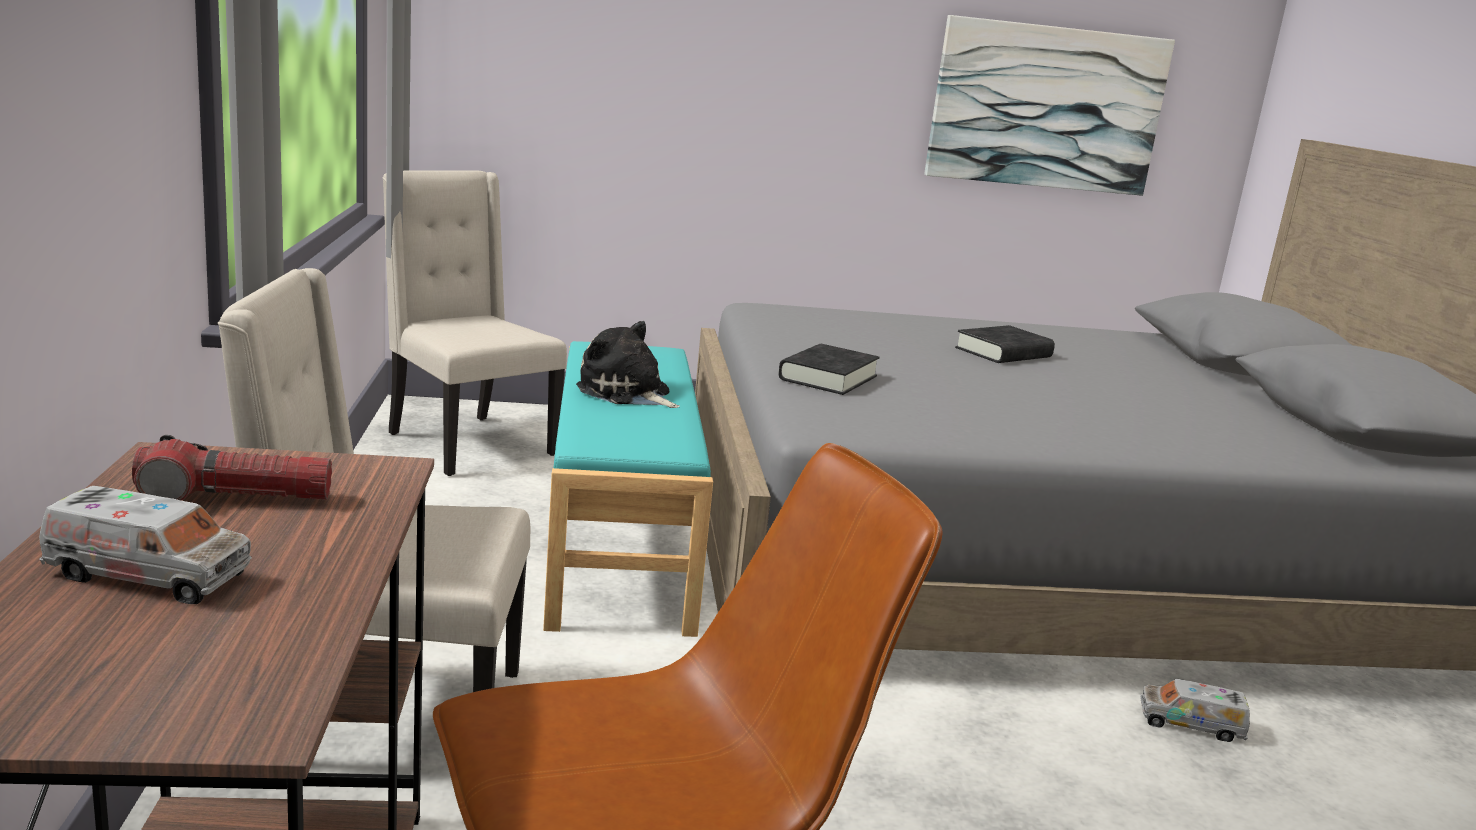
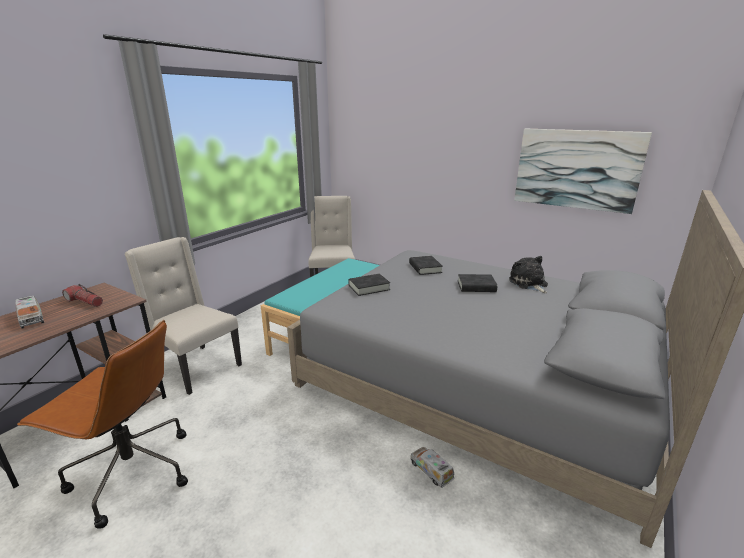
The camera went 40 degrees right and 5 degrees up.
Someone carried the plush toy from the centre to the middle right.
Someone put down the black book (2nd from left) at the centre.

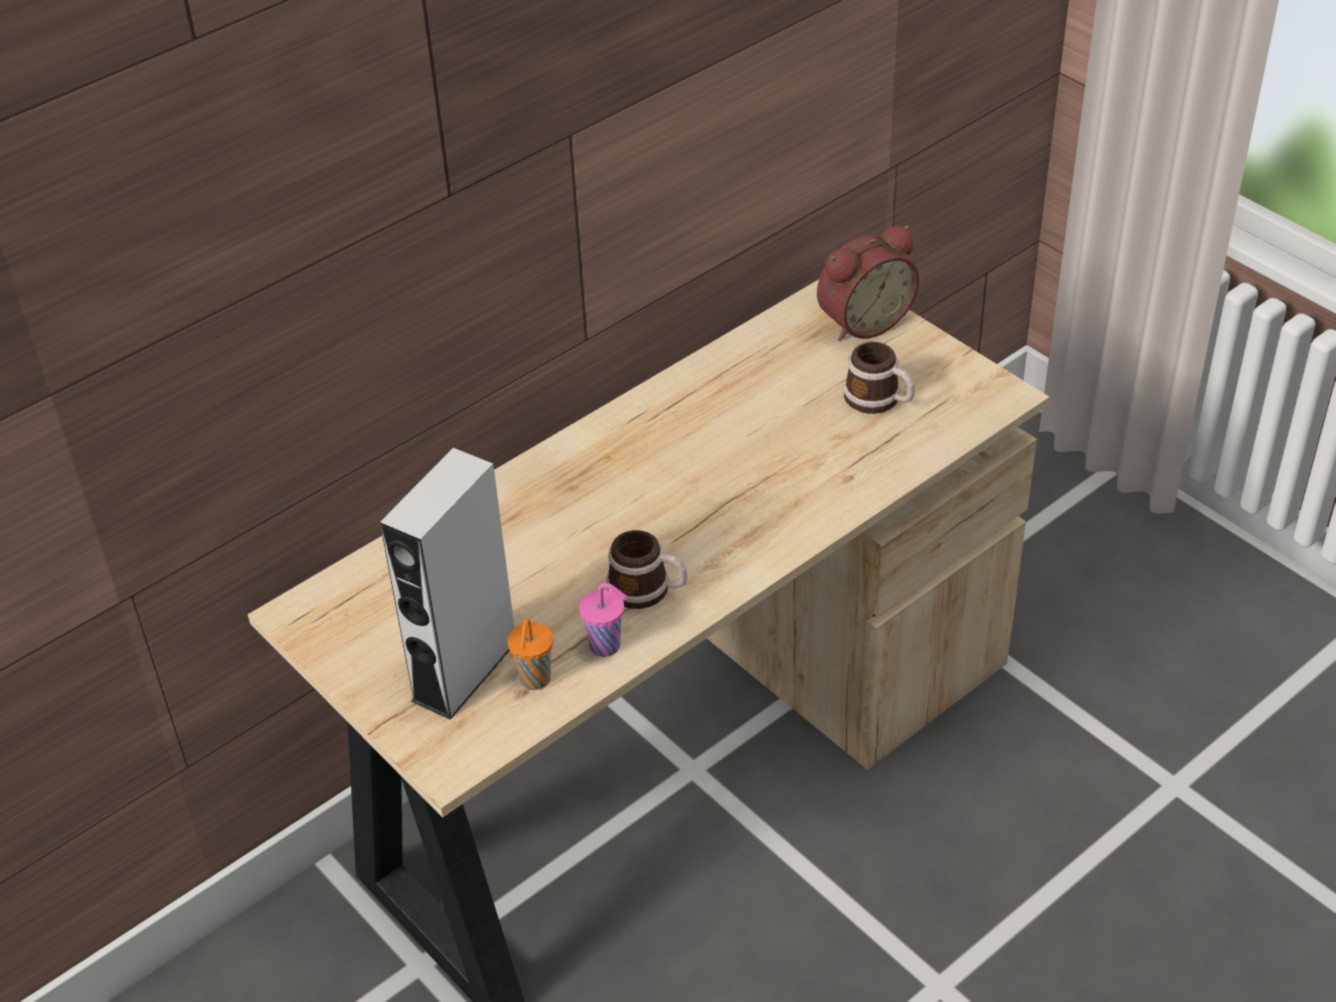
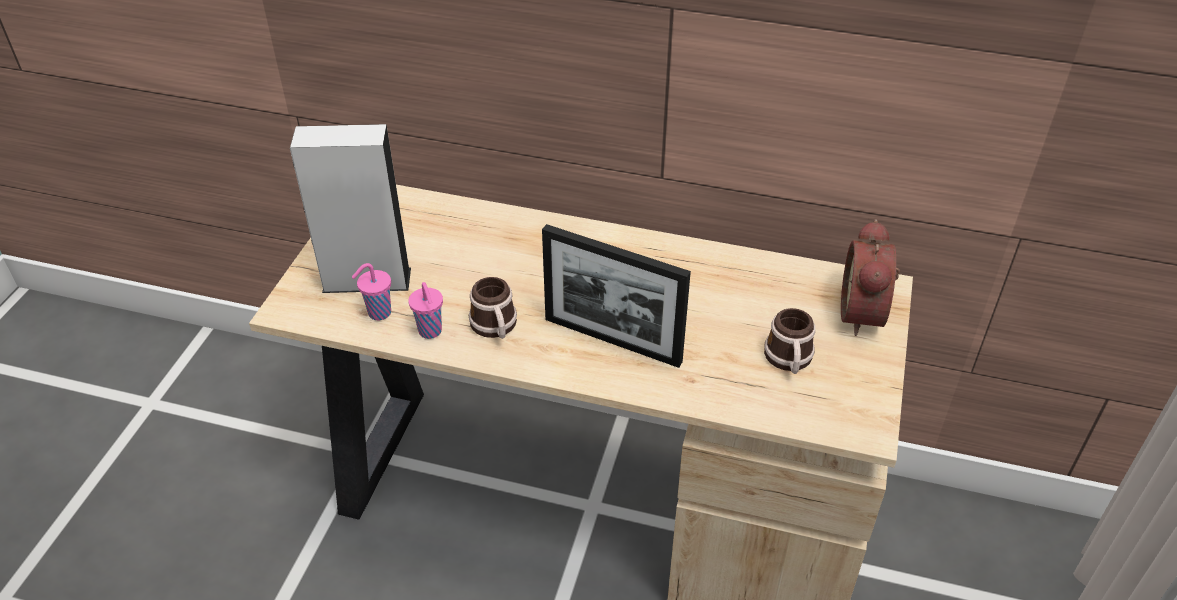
The camera went 55 degrees right and 0 degrees up.
Someone repainted the orange cup at the centre, which became the pink cup (1st from left) at the middle left.
Someone rotated the alarm clock at the top centre by 75 degrees clockwise.
Someone put down the picture frame at the centre.

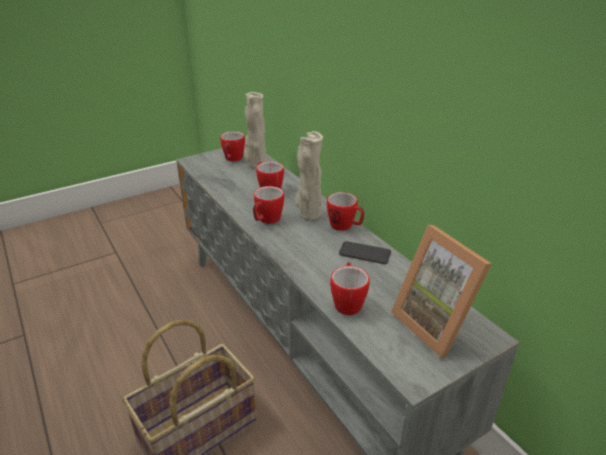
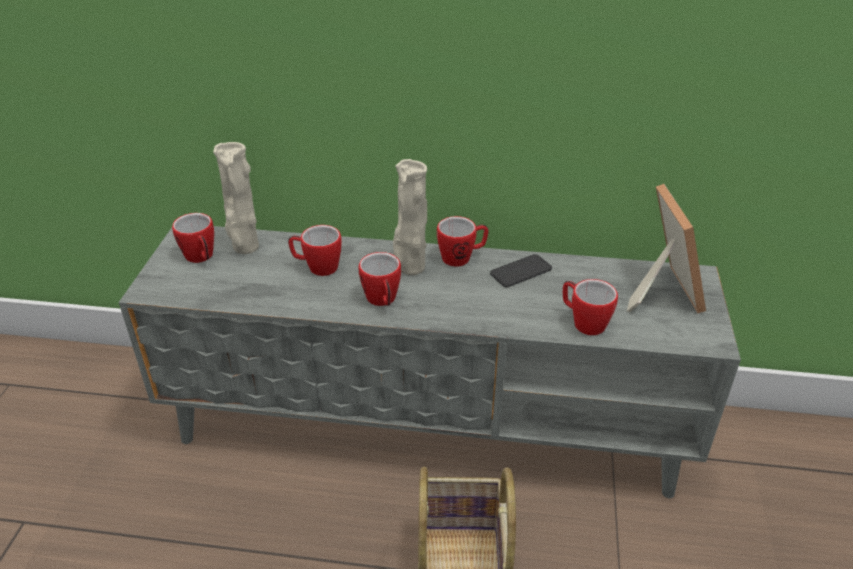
The camera went 50 degrees left and 5 degrees up.
Someone rotated the picture frame at the middle right by 105 degrees counterclockwise.

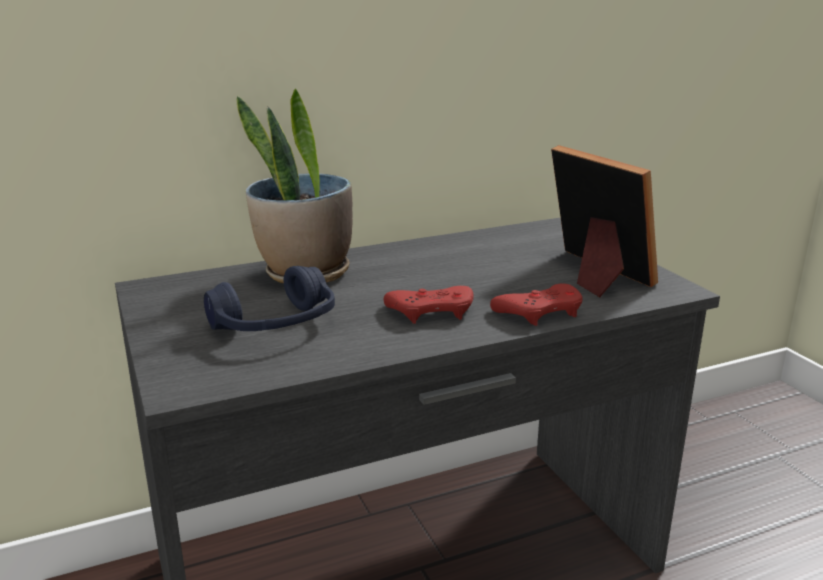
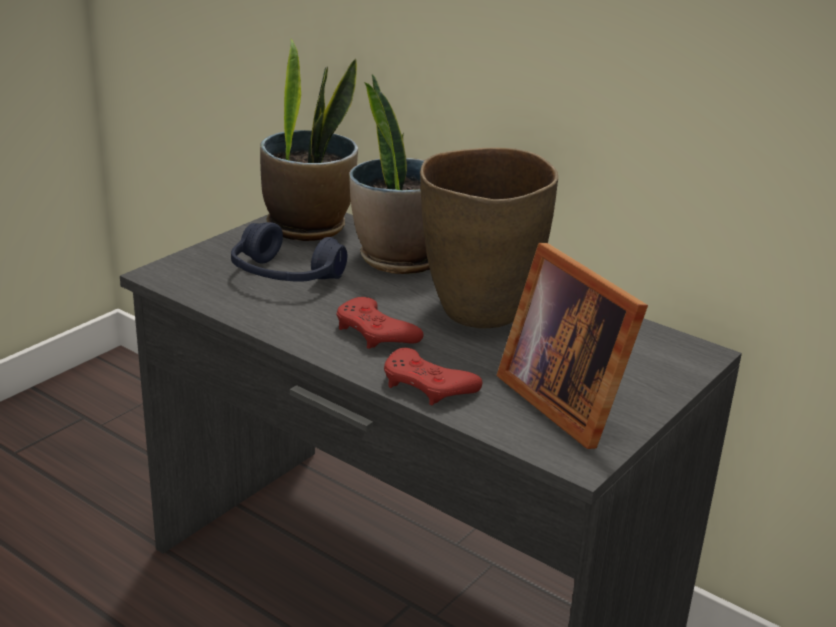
The camera went 60 degrees right and 5 degrees up.
Someone rotated the picture frame at the middle right by 120 degrees clockwise.
Someone put down the potted plant (1st from left) at the top centre.
Someone put down the brown vase at the centre.

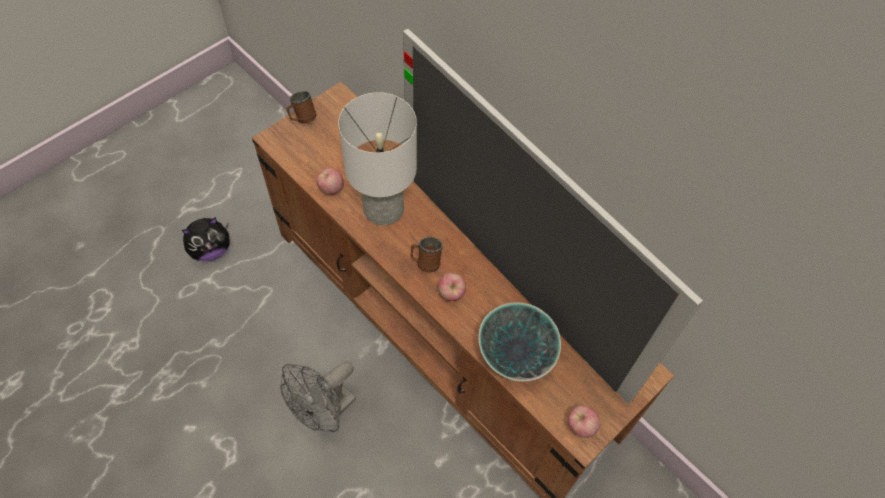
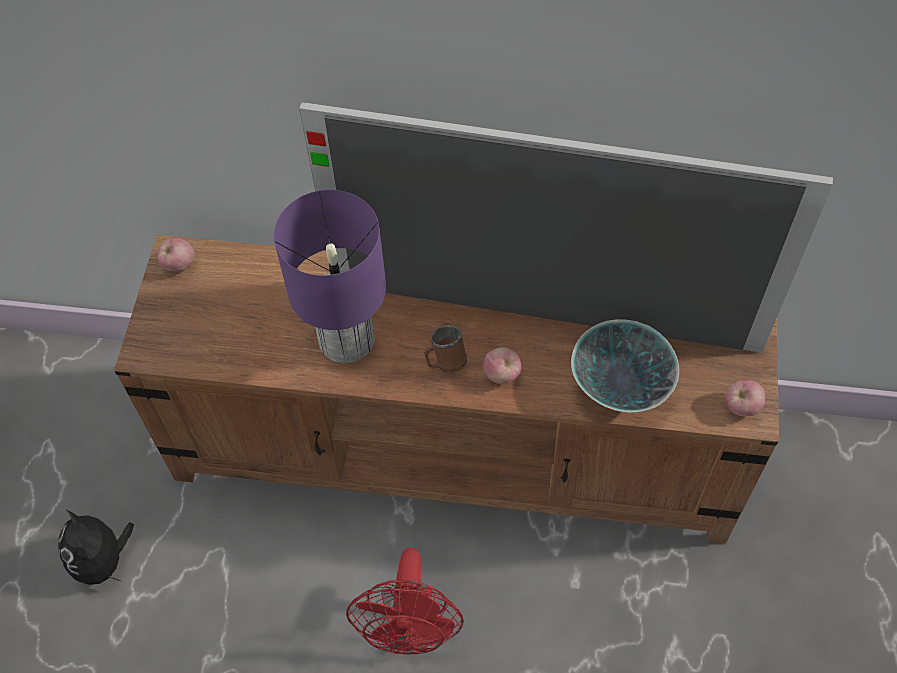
The camera went 35 degrees left and 0 degrees up.
Someone rotated the plush toy at the middle left by 135 degrees clockwise.
Someone repainted the grey fan at the bottom centre, which became the red fan at the bottom centre.
Someone took away the brown mug (1st from left) at the top centre.
Someone carried the apple (1st from left) from the centre to the middle left.
Someone repainted the white table lamp at the top centre, which became the purple table lamp at the centre.

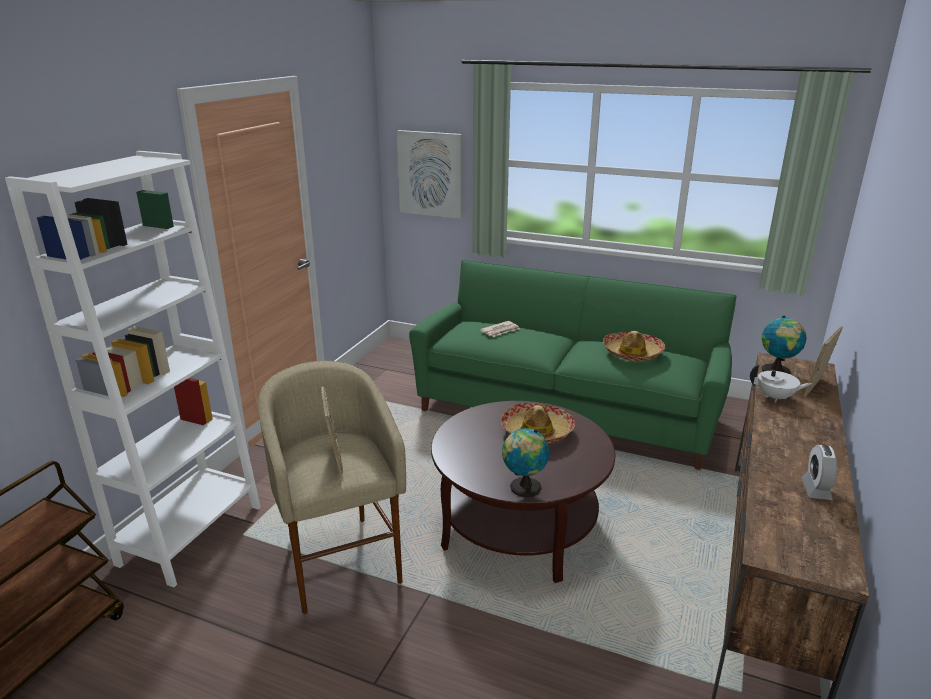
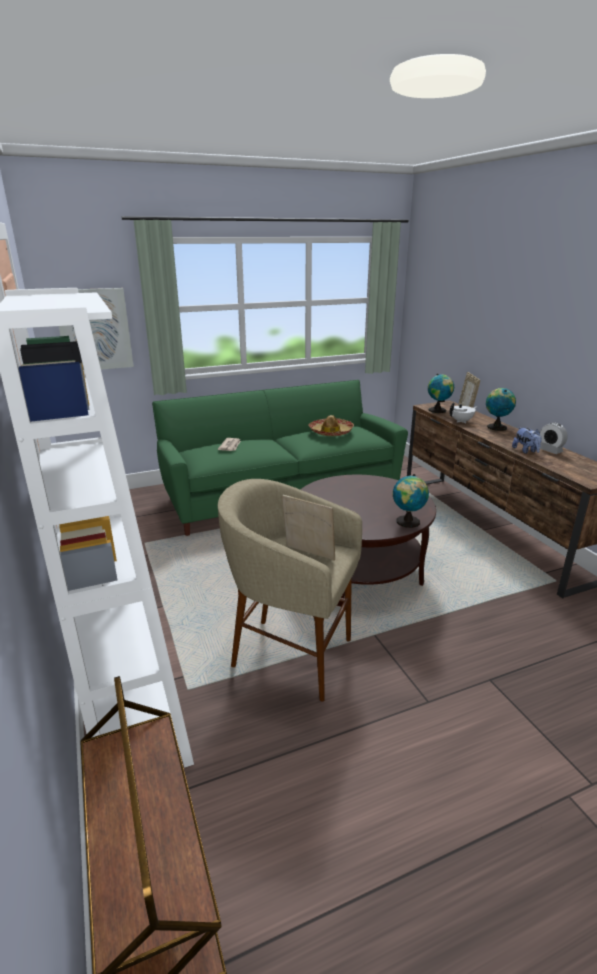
The camera went 45 degrees left and 0 degrees up.
Someone took away the hat (1st from left) at the centre.
Someone put down the globe (3rd from left) at the middle right.
Someone put down the plush toy at the middle right.

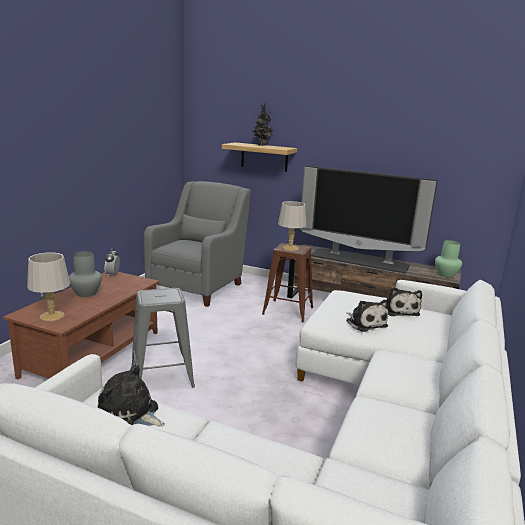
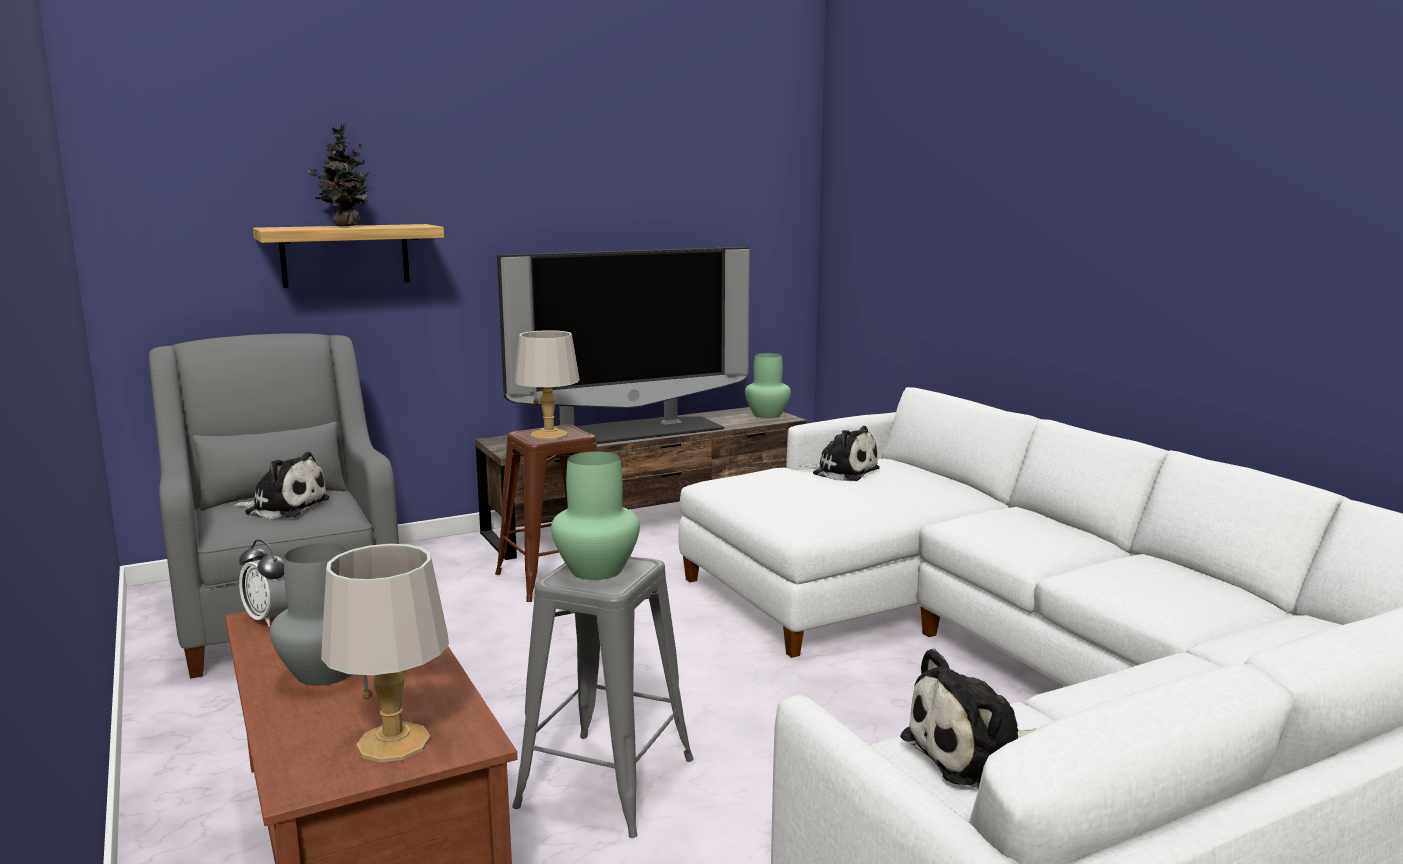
The camera went 50 degrees left and 5 degrees down.
Someone carried the plush toy (2nd from left in the first image) from the middle right to the middle left.
Someone put down the green vase (1st from left) at the centre.

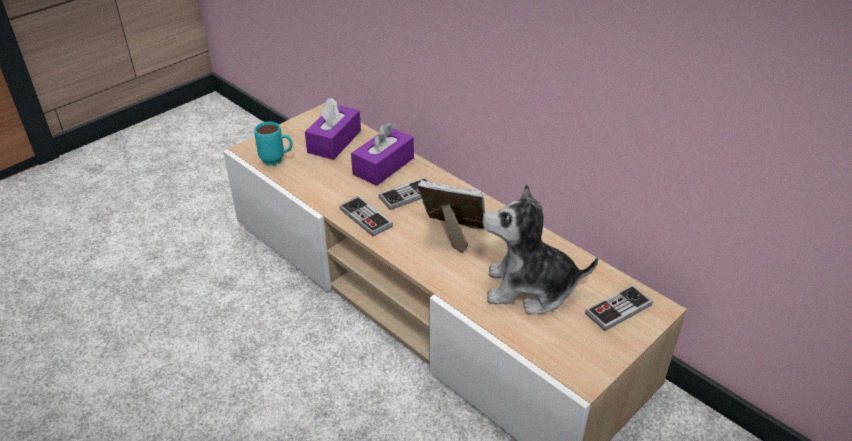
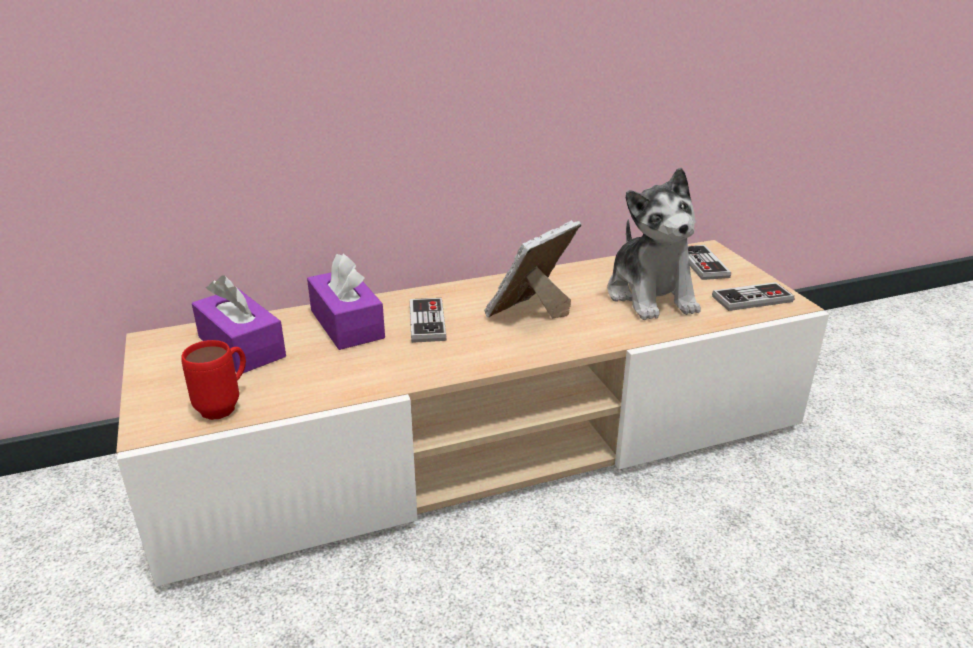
The camera went 65 degrees left and 10 degrees down.
Someone repainted the turquoise mug at the top left, which became the red mug at the middle left.
Someone carried the game controller (1st from left in the first image) from the centre to the middle right.
Someone rotated the plush toy at the centre by 45 degrees counterclockwise.

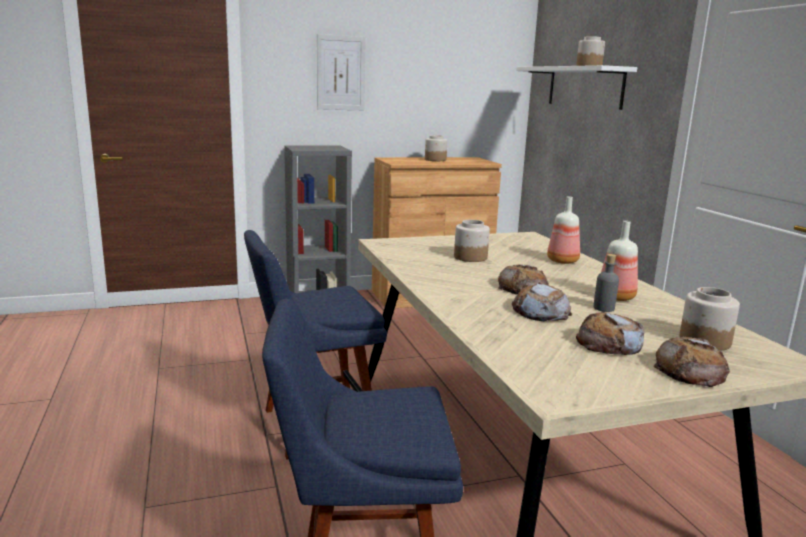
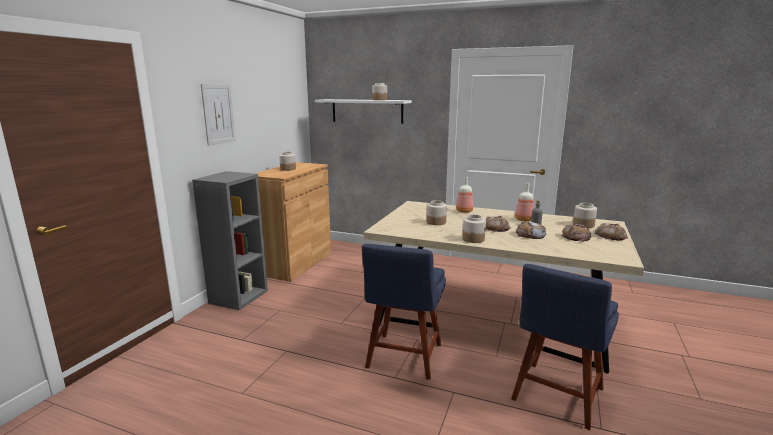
The camera went 50 degrees left and 0 degrees up.
Someone put down the jar (4th from left) at the centre.

